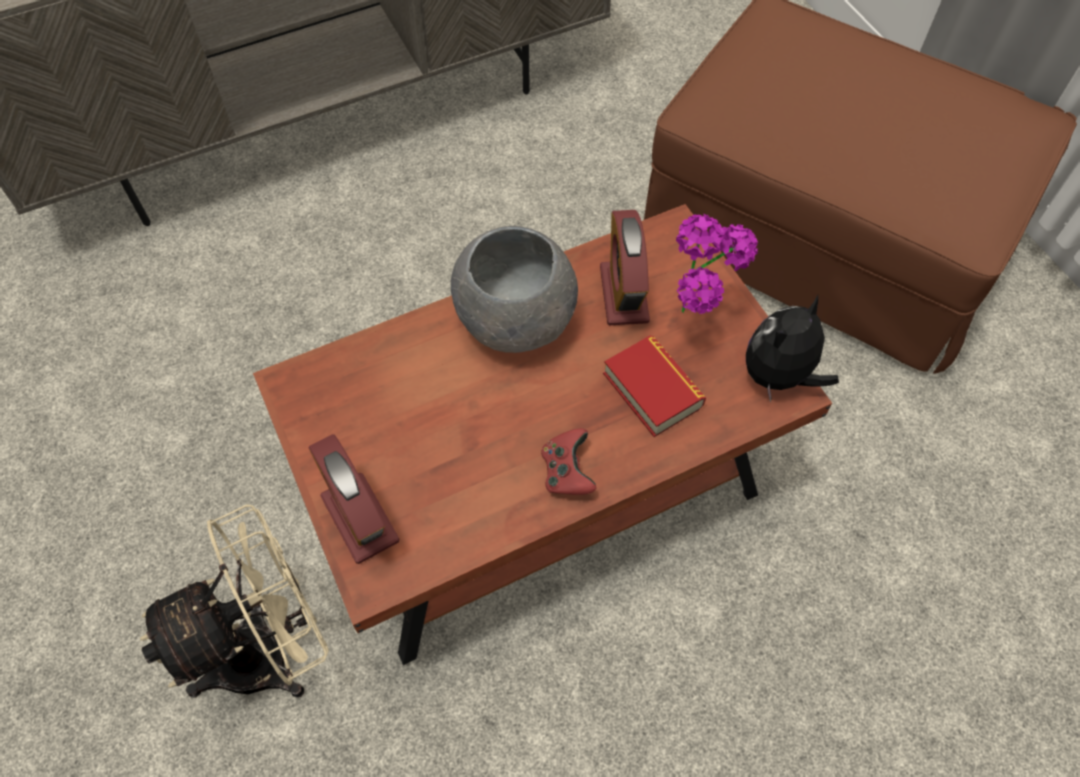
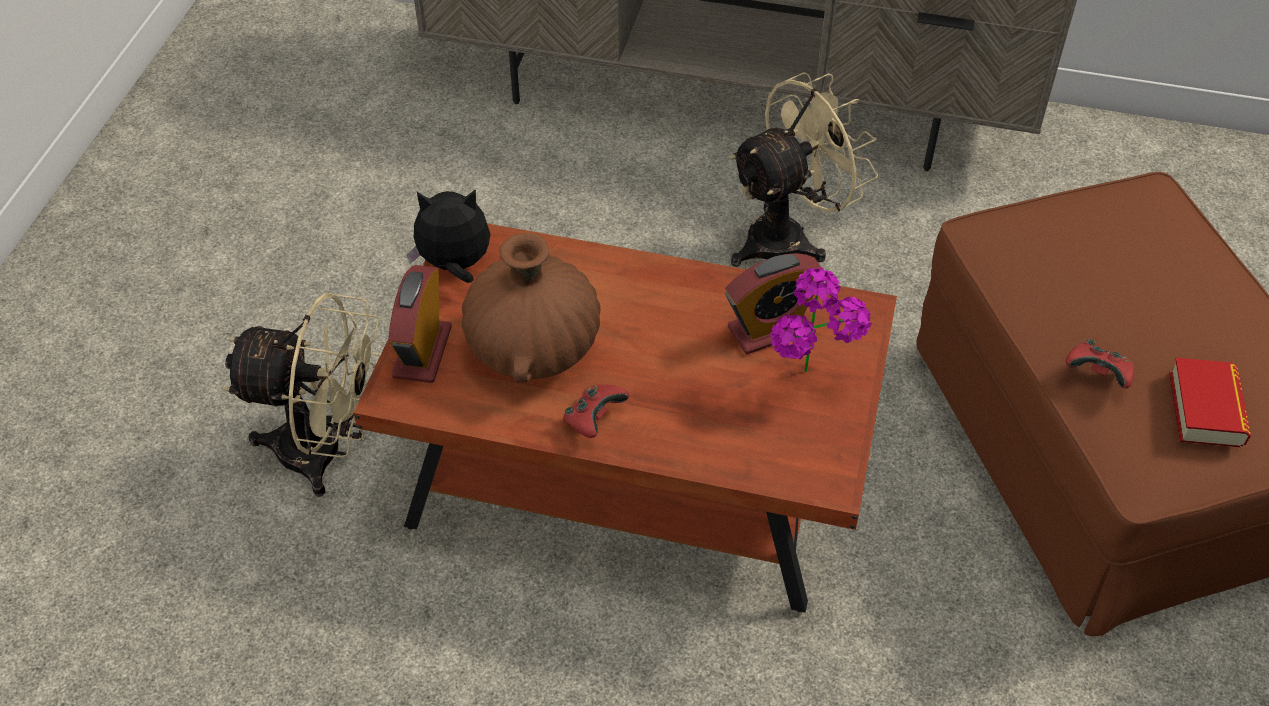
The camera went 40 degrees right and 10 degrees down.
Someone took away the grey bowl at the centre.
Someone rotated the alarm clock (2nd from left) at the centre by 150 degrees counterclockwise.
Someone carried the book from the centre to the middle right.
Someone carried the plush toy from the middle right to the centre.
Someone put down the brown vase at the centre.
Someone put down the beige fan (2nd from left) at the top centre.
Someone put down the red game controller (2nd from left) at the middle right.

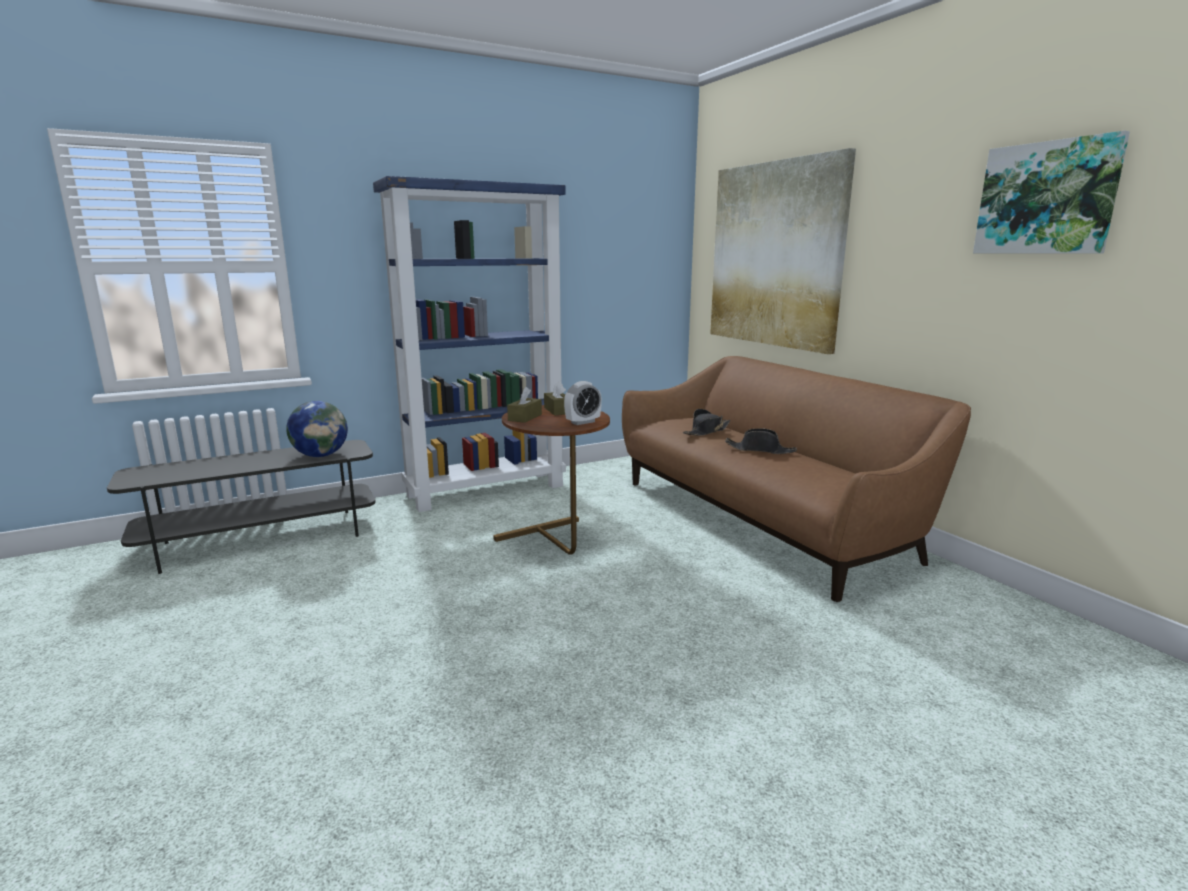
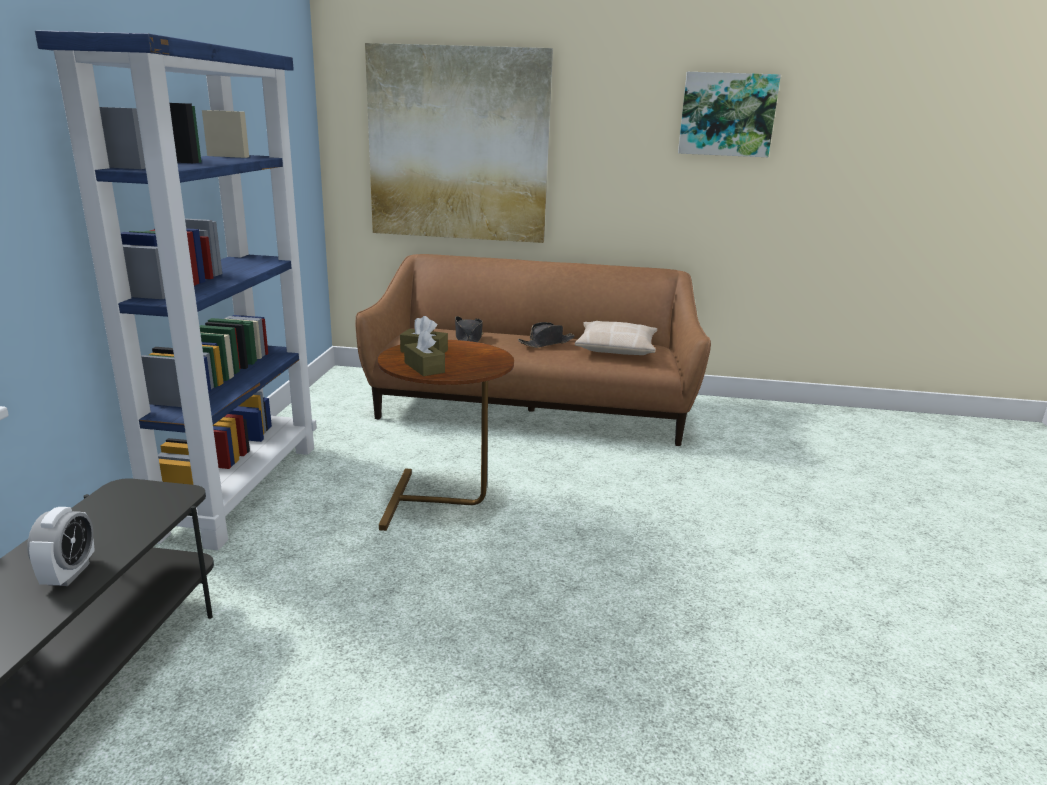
The camera went 55 degrees left and 5 degrees up.
Someone took away the globe at the middle left.
Someone carried the alarm clock from the centre to the bottom left.
Someone put down the beige pillow at the centre.

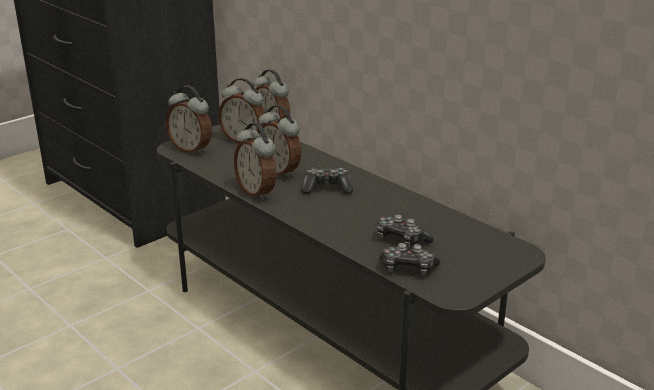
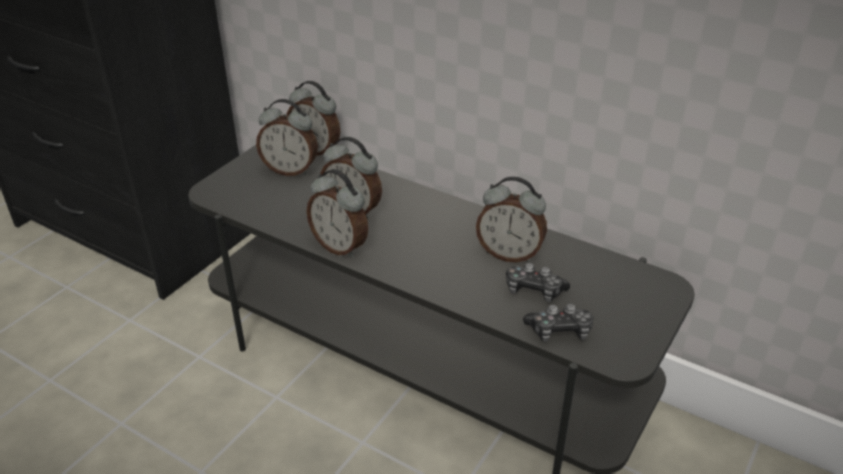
The camera went 15 degrees left and 10 degrees up.
Someone carried the alarm clock (1st from left in the first image) from the top left to the centre.
Someone took away the game controller (1st from left) at the centre.

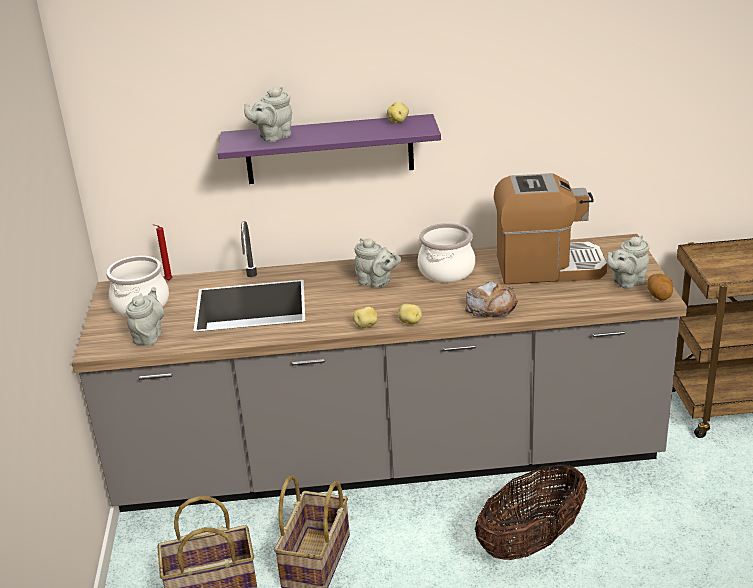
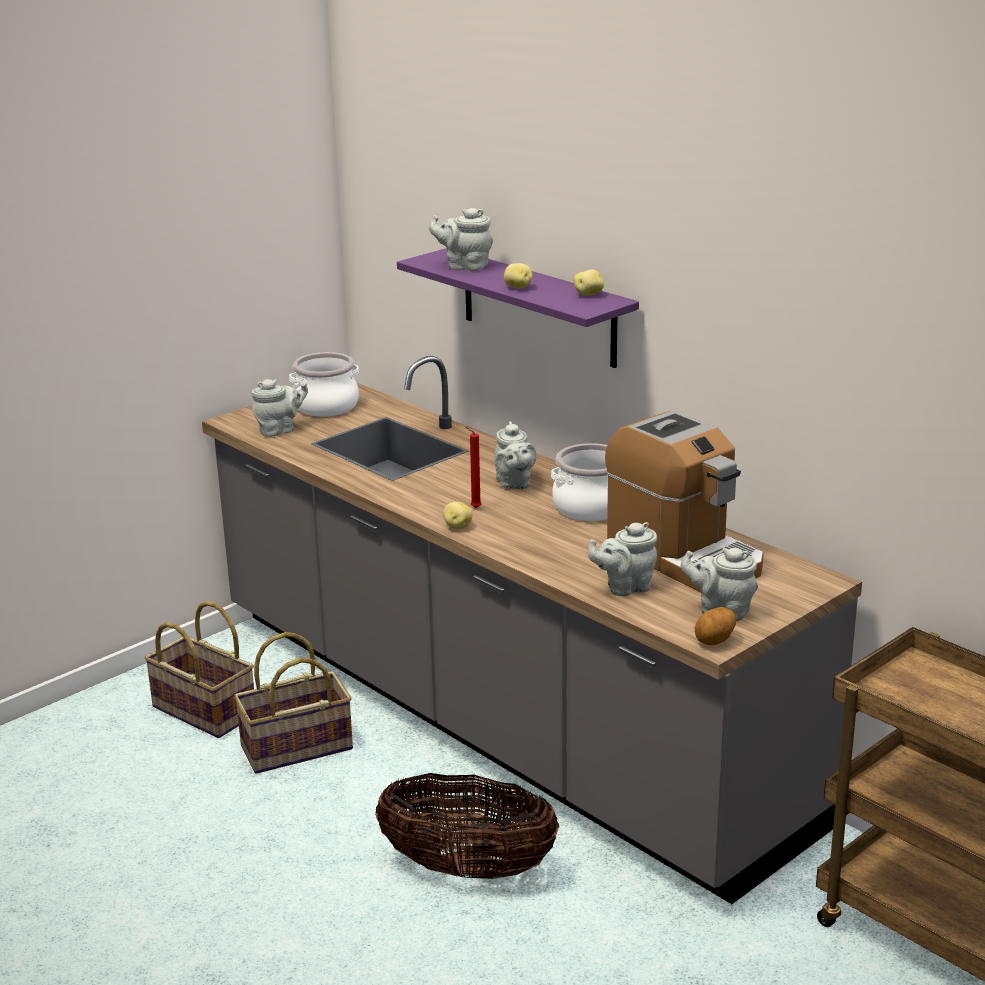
The camera went 50 degrees right and 5 degrees down.
Someone carried the red candle from the middle left to the centre.
Someone carried the potato (1st from left in the first image) from the centre to the top centre.
Someone took away the bread at the centre.
Someone put down the grey teapot (4th from left) at the centre.

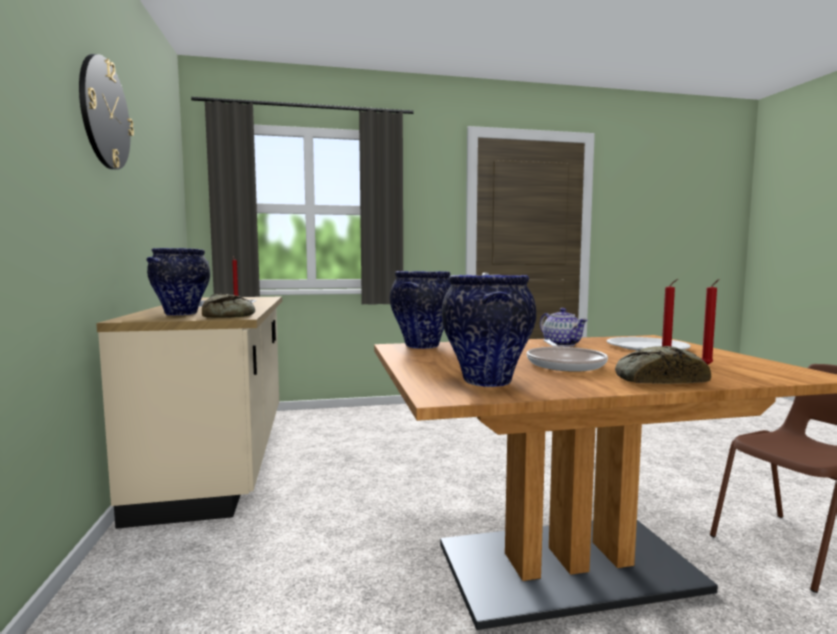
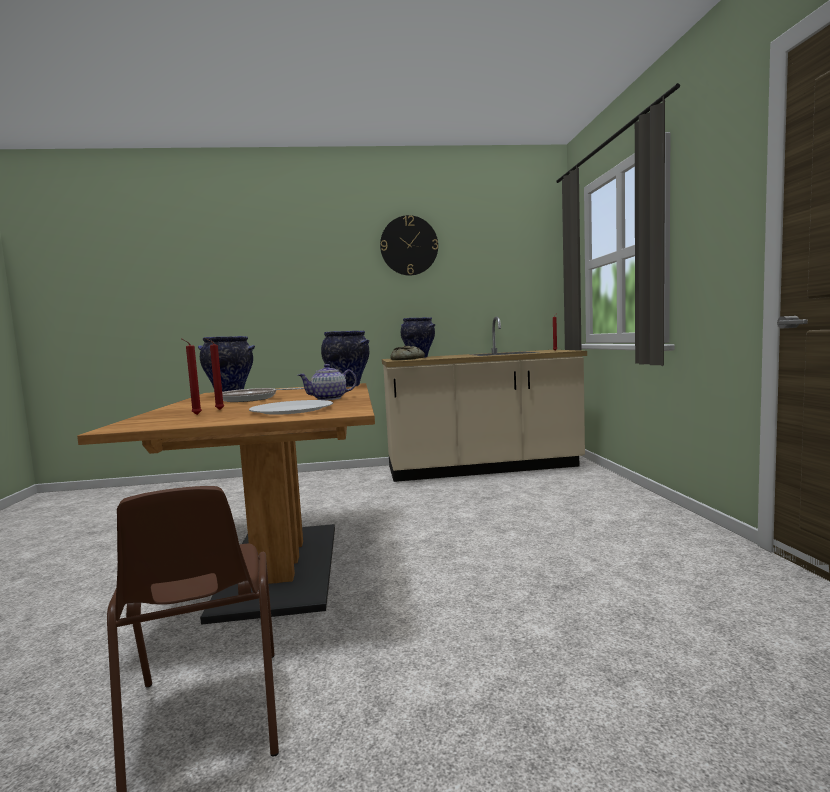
The camera went 95 degrees right and 0 degrees up.
Someone took away the bread (2nd from left) at the middle right.

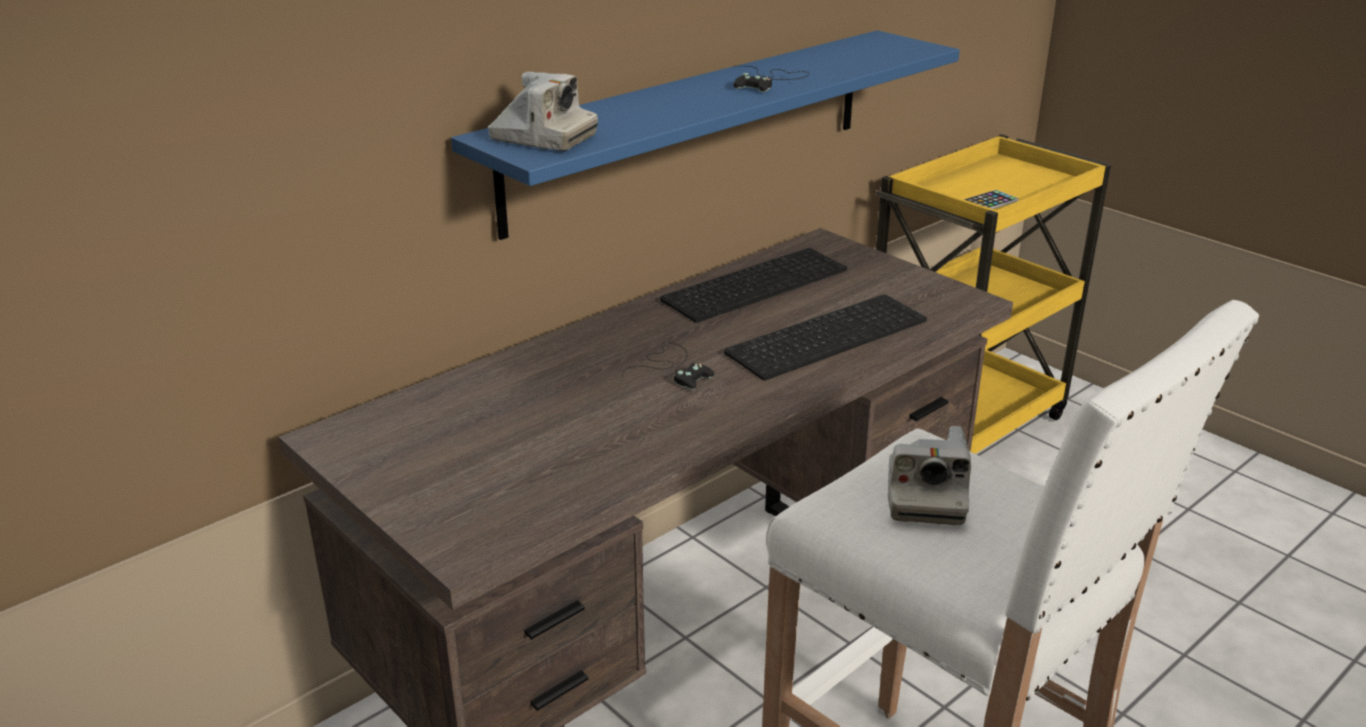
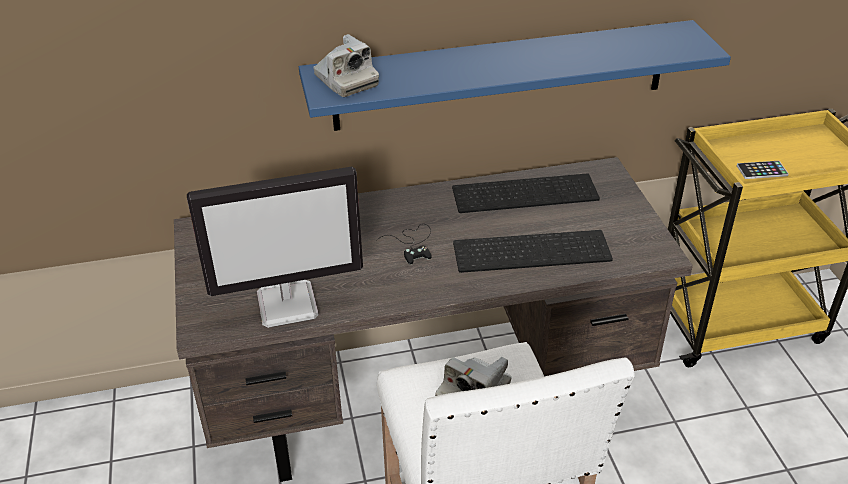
The camera went 30 degrees right and 10 degrees up.
Someone took away the black game controller (2nd from left) at the top centre.
Someone put down the monitor at the middle left.

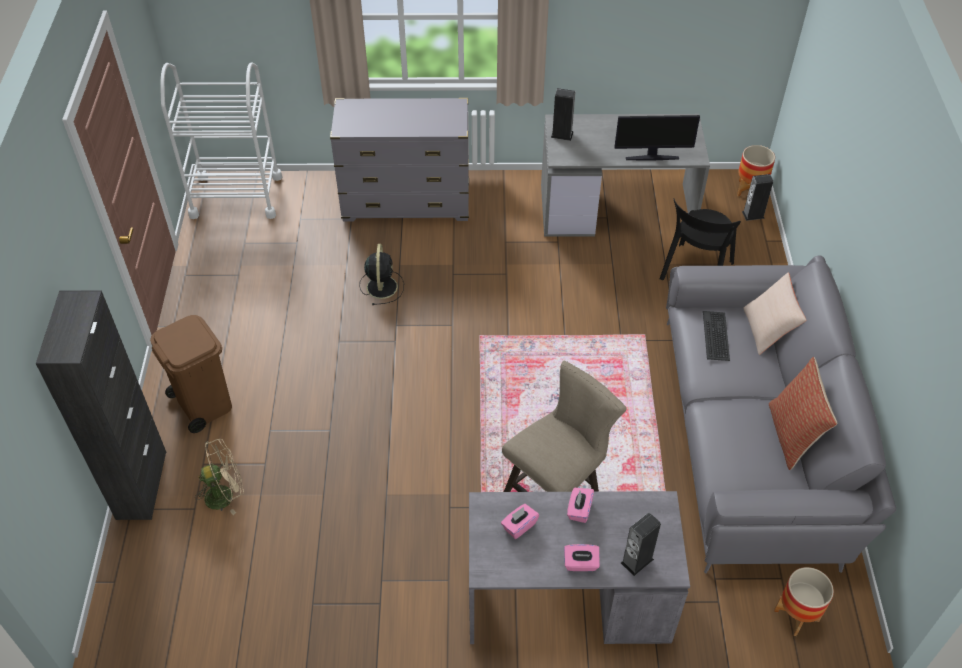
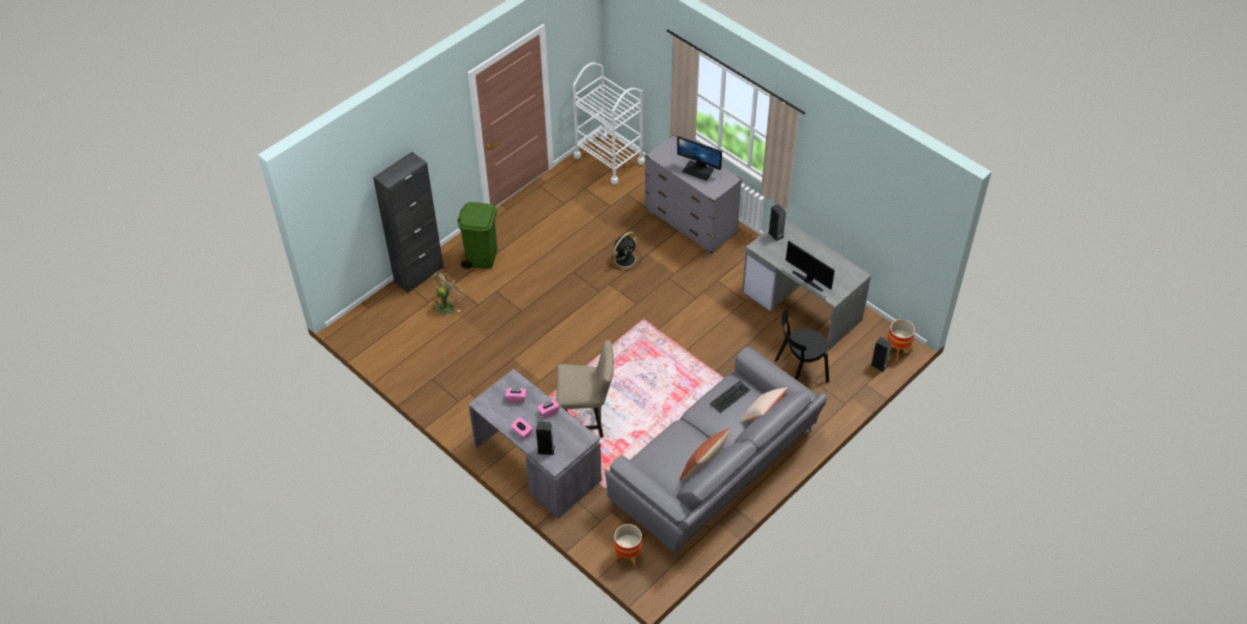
The camera went 45 degrees right and 0 degrees up.
Someone repainted the brown trash can at the middle left, which became the green trash can at the centre.
Someone rotated the beige fan at the bottom left by 75 degrees counterclockwise.
Someone put down the monitor (1st from left) at the top centre.

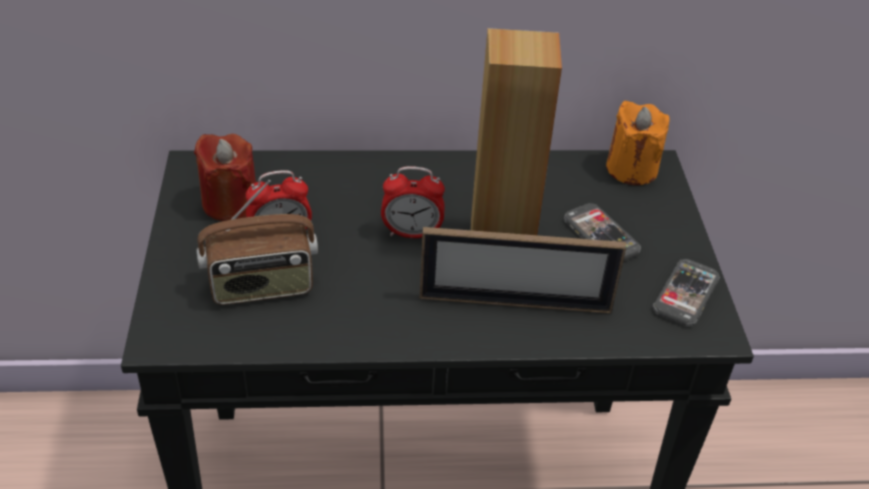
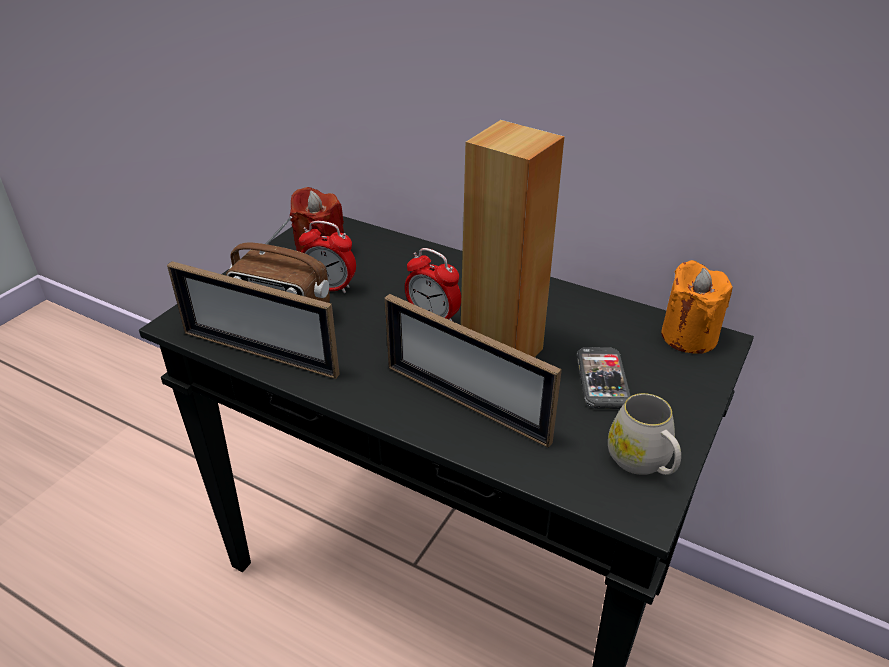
The camera went 35 degrees right and 5 degrees down.
Someone swapped the phone (2nd from left) at the middle right for the white mug at the middle right.
Someone put down the picture frame (1st from left) at the middle left.

